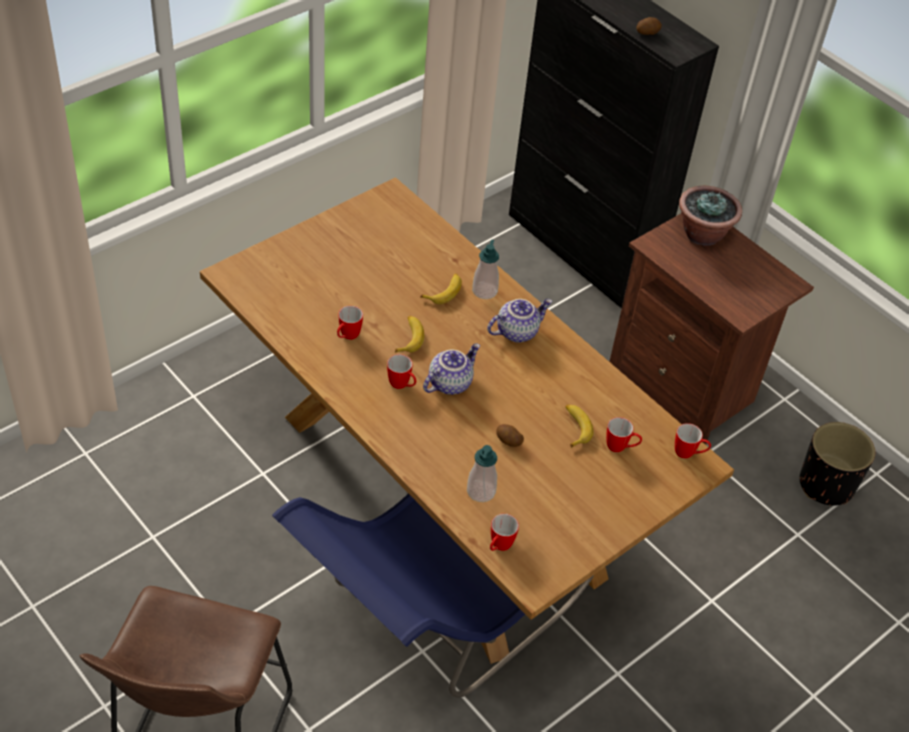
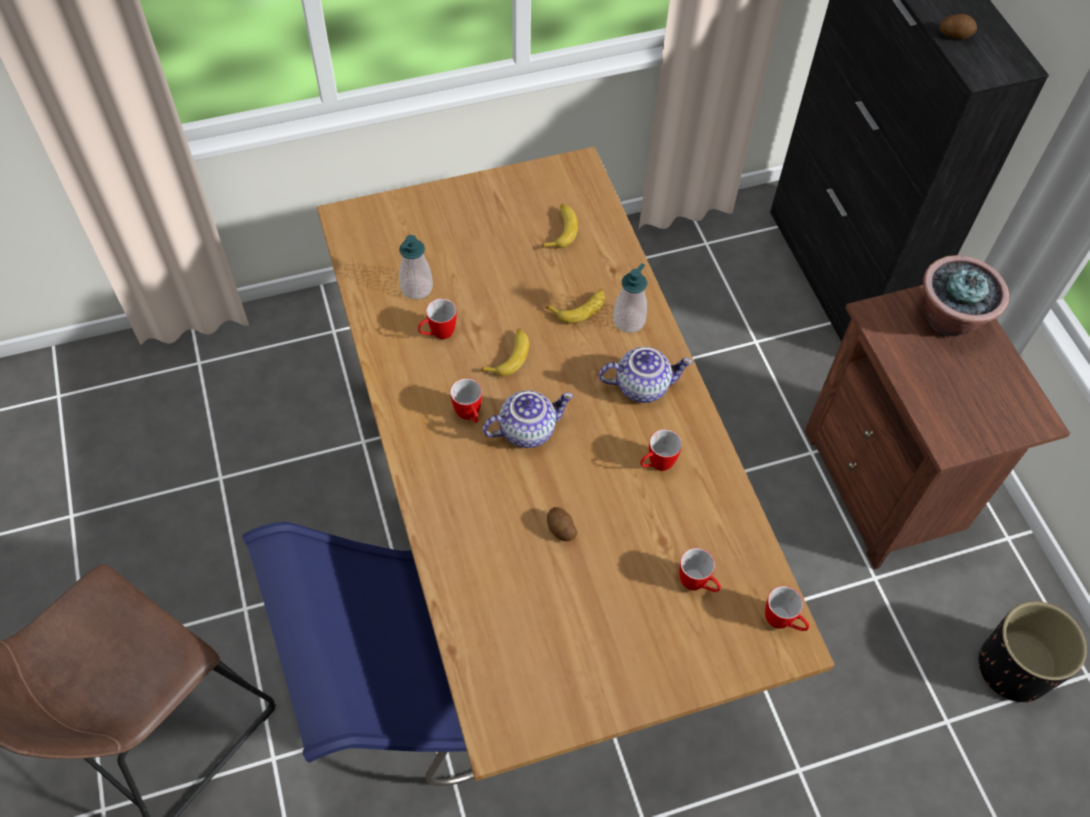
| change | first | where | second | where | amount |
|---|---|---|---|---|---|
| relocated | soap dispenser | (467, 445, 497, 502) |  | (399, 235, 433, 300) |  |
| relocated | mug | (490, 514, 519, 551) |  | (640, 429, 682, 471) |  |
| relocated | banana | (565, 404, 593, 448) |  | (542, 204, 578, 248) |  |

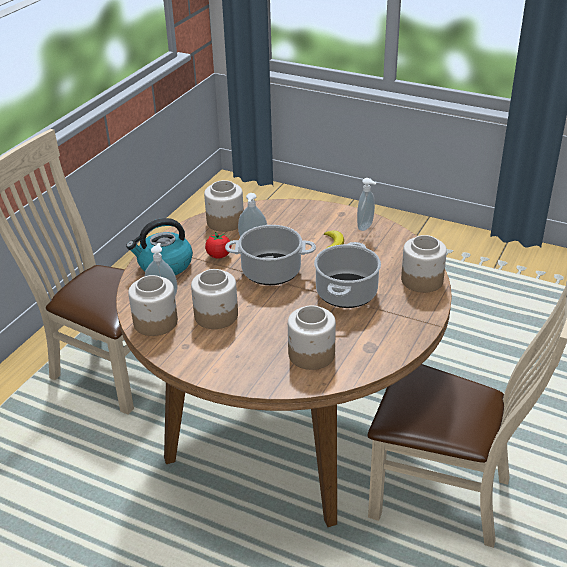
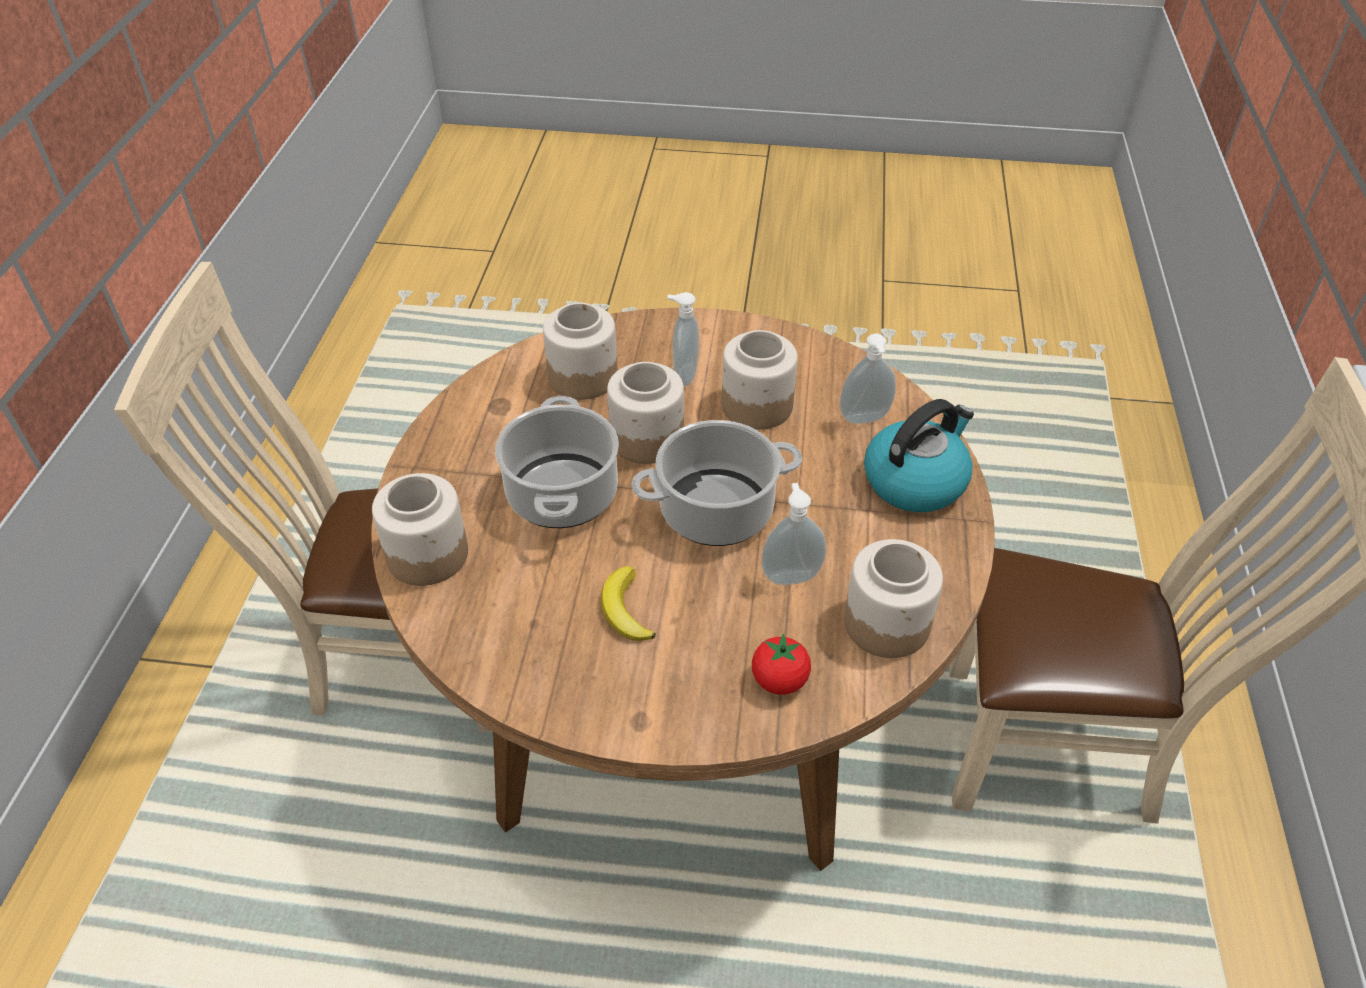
| change | first | where | second | where | amount |
|---|---|---|---|---|---|
| relocated | jar | (128, 275, 178, 336) |  | (607, 362, 684, 464) |  |
| relocated | tomato | (205, 232, 231, 259) |  | (752, 634, 811, 695) |  |
| relocated | soap dispenser | (357, 178, 376, 231) |  | (667, 292, 699, 387) |  |

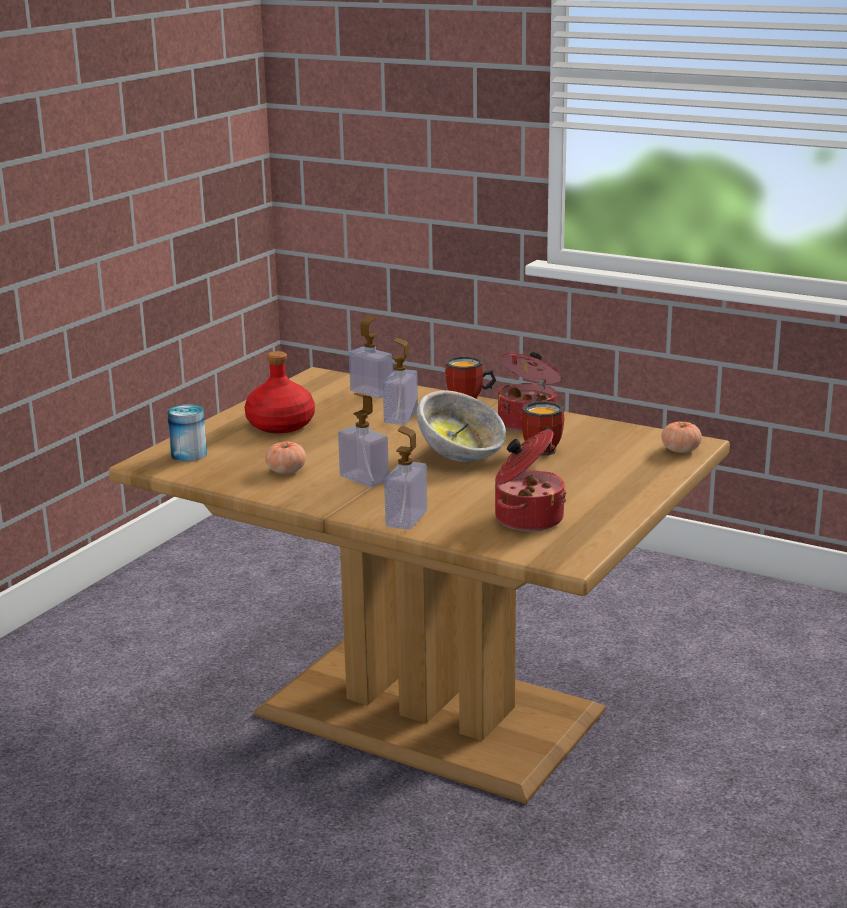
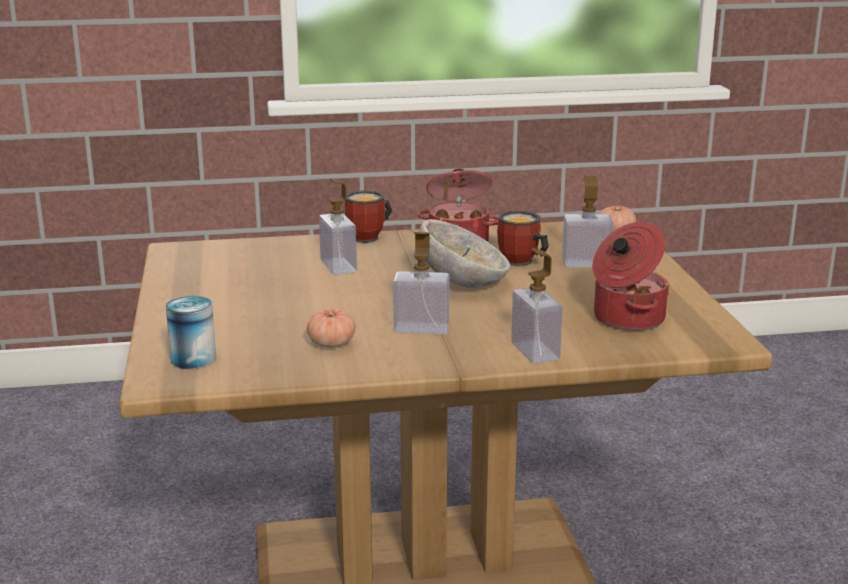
| change | first | where | second | where | amount |
|---|---|---|---|---|---|
| missing | red bottle | (245, 351, 315, 433) |  |  |  |
| relocated | soap dispenser | (349, 316, 393, 398) |  | (562, 176, 614, 268) |  |

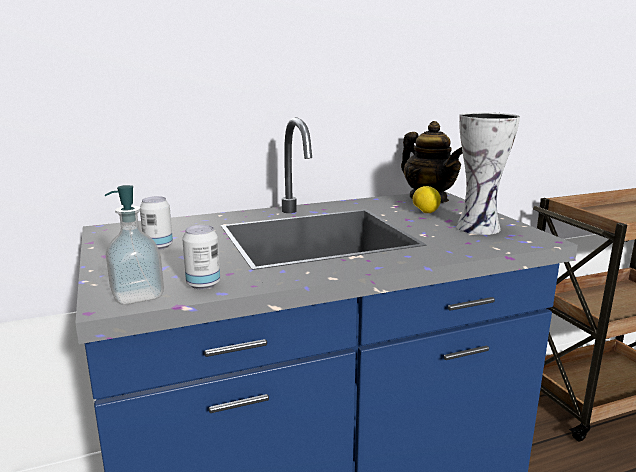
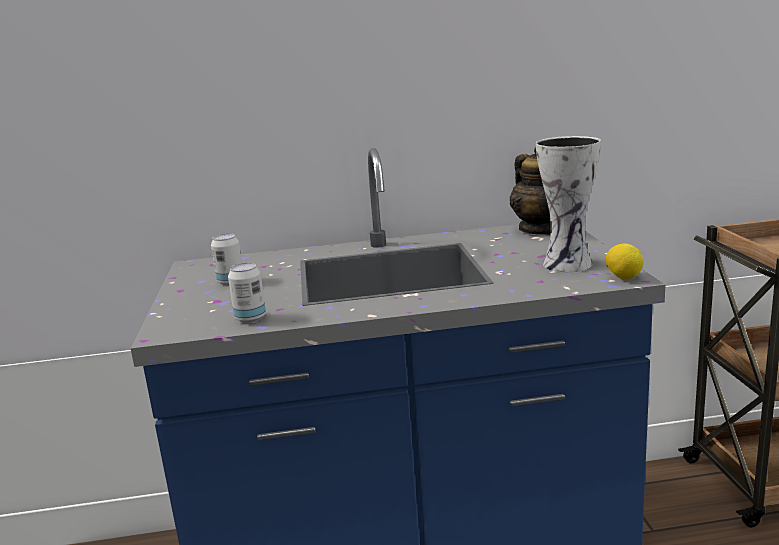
| change | first | where | second | where | amount |
|---|---|---|---|---|---|
| missing | soap dispenser | (105, 185, 164, 305) |  |  |  |
| relocated | lemon | (412, 186, 441, 213) |  | (606, 243, 644, 279) |  |

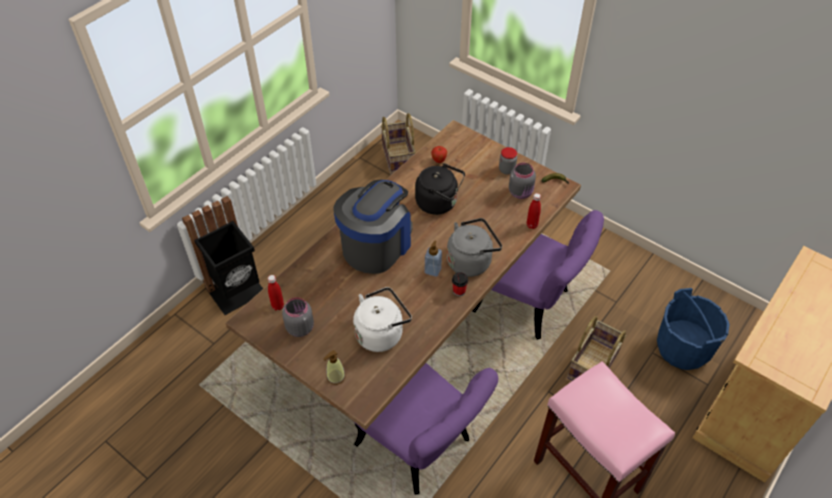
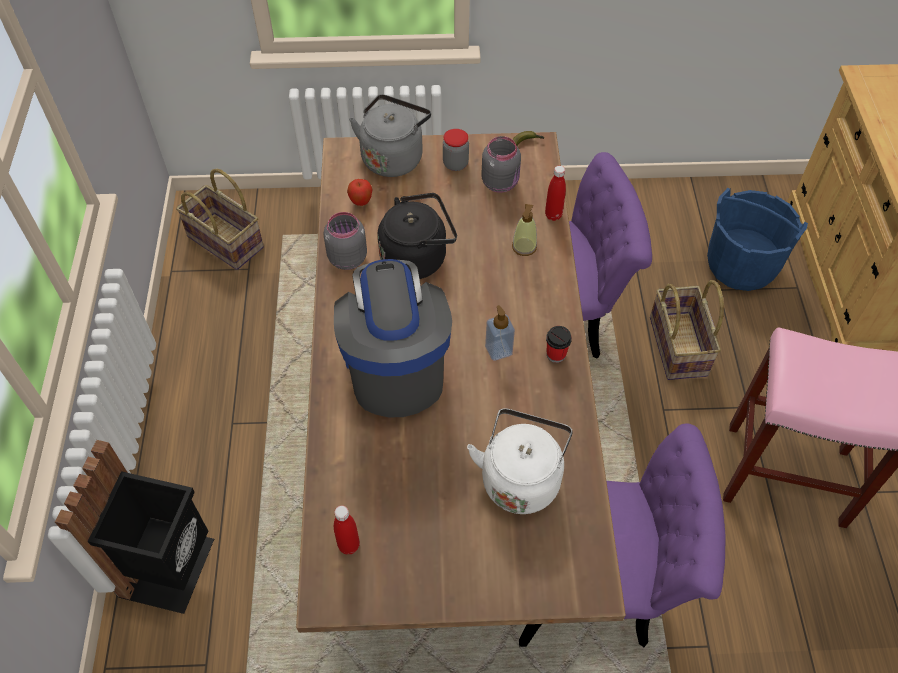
| change | first | where | second | where | amount |
|---|---|---|---|---|---|
| relocated | grey jar | (282, 297, 314, 337) |  | (323, 212, 367, 270) |  |
| relocated | soap dispenser | (324, 350, 345, 385) |  | (512, 204, 537, 256) |  |
| relocated | grey kettle | (447, 218, 502, 277) |  | (349, 94, 431, 177) |  |

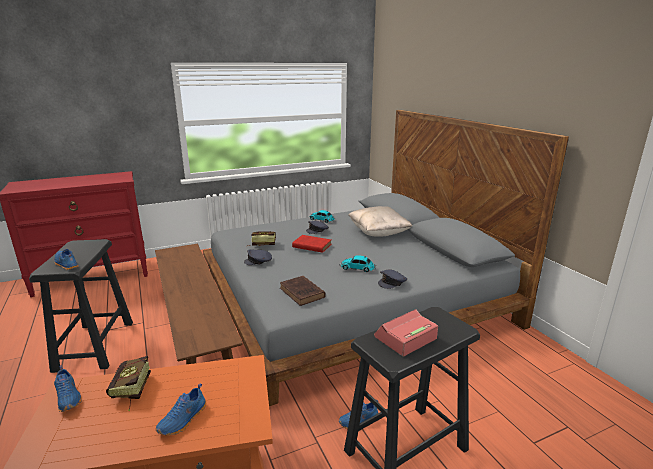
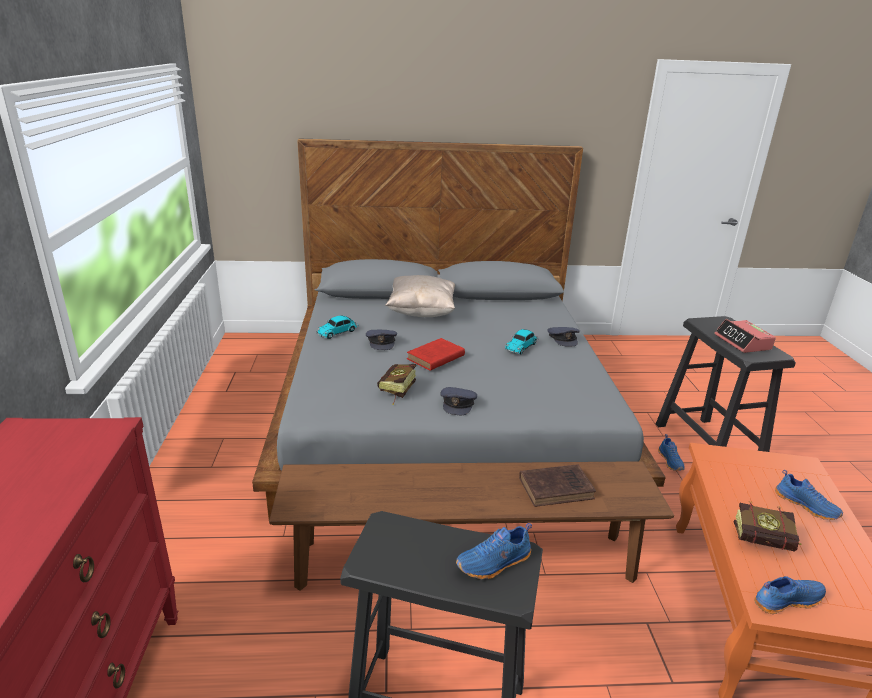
| change | first | where | second | where | amount |
|---|---|---|---|---|---|
| relocated | brown book | (280, 276, 326, 306) |  | (519, 464, 596, 507) |  |

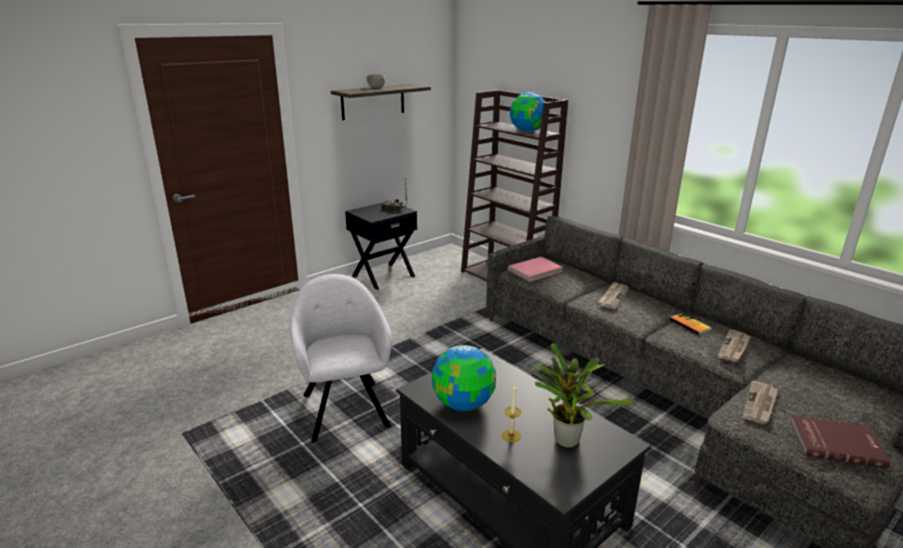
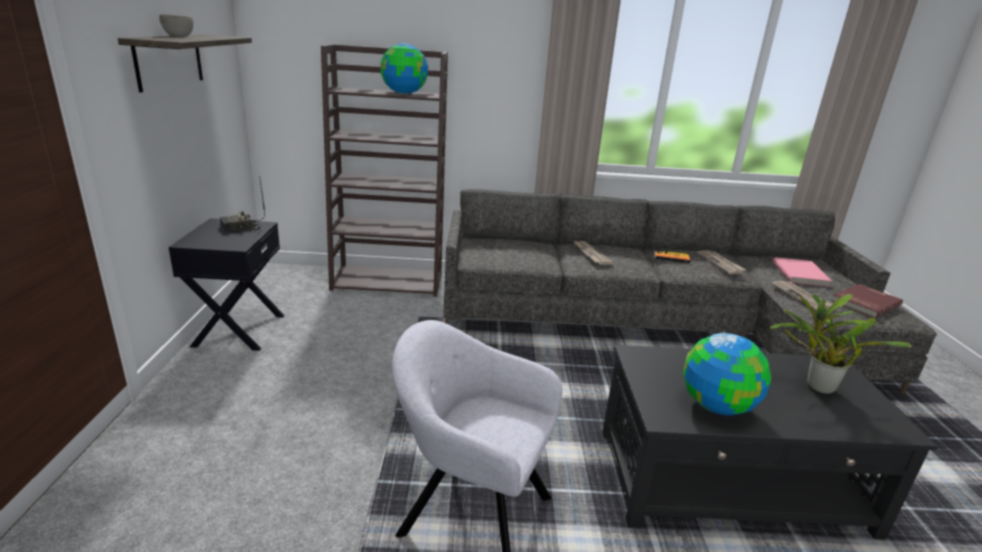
| change | first | where | second | where | amount |
|---|---|---|---|---|---|
| missing | candle | (502, 384, 521, 442) |  |  |  |
| relocated | pink book | (508, 257, 562, 282) |  | (773, 257, 832, 287) |  |

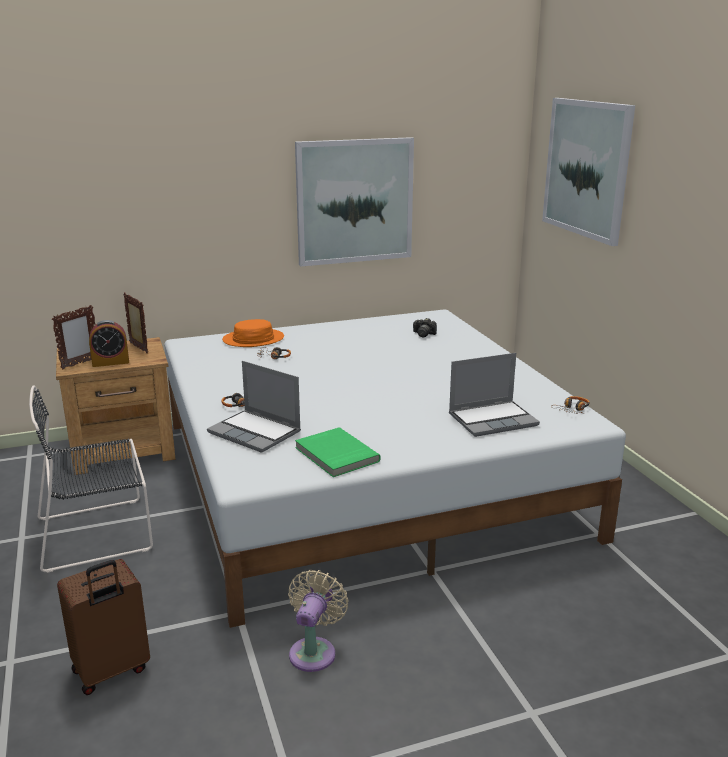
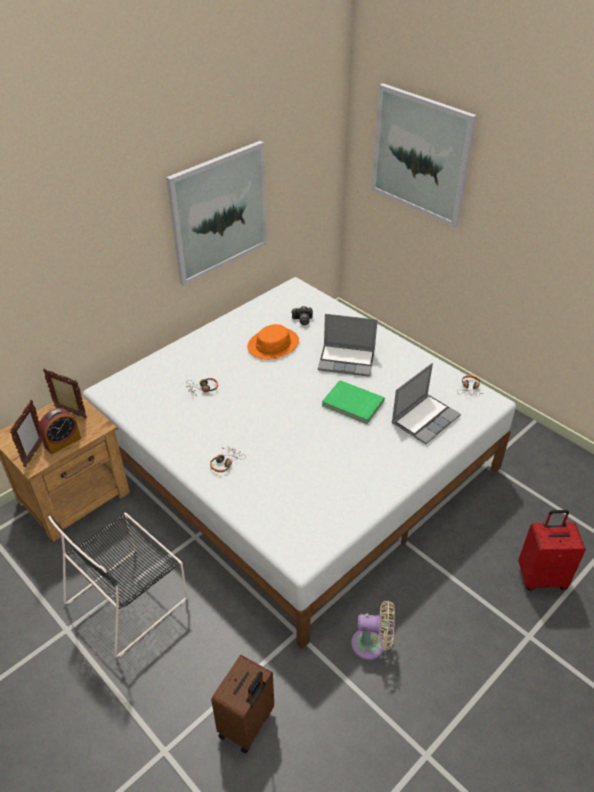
| change | first | where | second | where | amount |
|---|---|---|---|---|---|
| relocated | laptop | (207, 361, 301, 453) |  | (318, 314, 378, 377) |  |
| relocated | orange hat | (222, 319, 284, 347) |  | (247, 324, 299, 360) |  |
| spun | beige fan | (288, 570, 349, 672) |  | (351, 601, 395, 660) | 105 degrees clockwise |
| relocated | green book | (295, 427, 381, 477) |  | (322, 380, 385, 424) |  |
| appeared |  |  | red suitcase | (518, 510, 586, 591) |  |

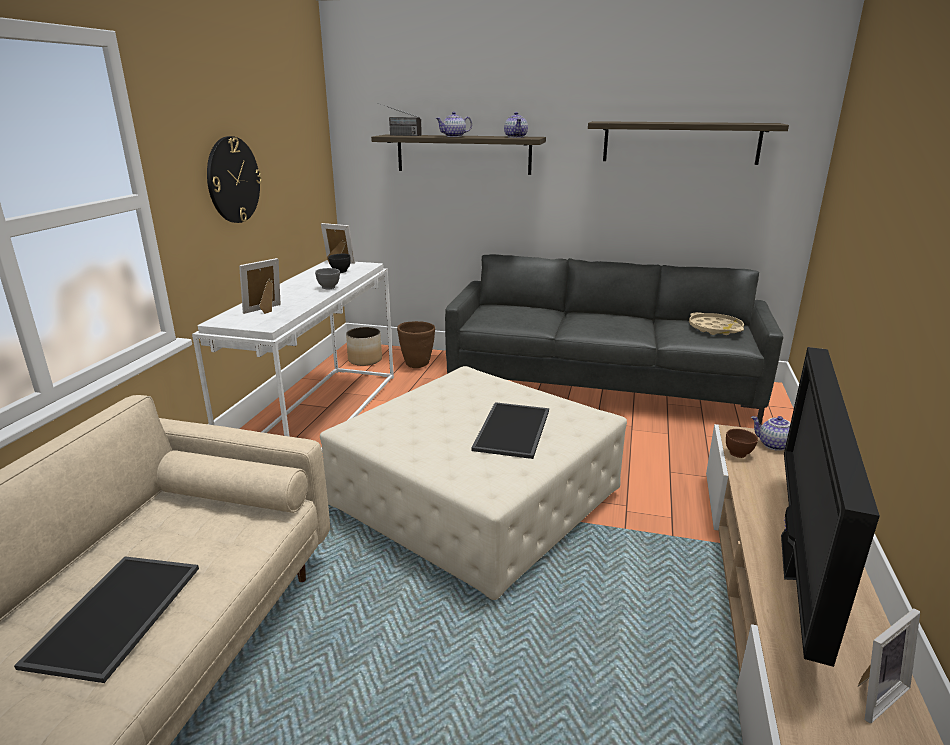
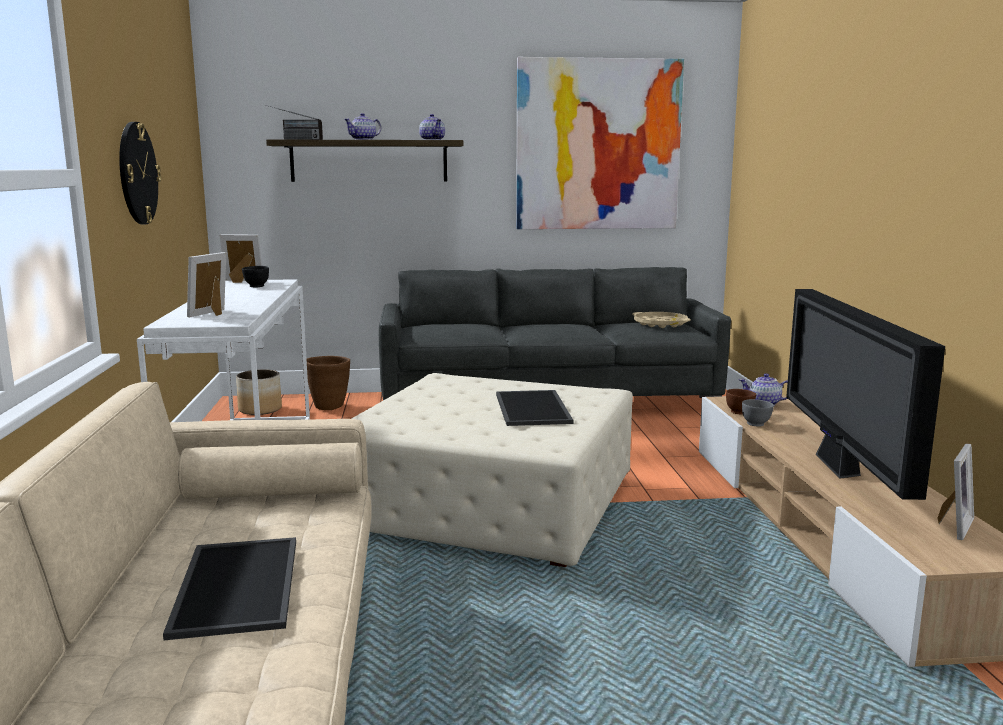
| change | first | where | second | where | amount |
|---|---|---|---|---|---|
| relocated | grey bowl | (315, 268, 340, 289) |  | (742, 399, 774, 427) |  |
| exchanged | shelf | (588, 121, 789, 165) | picture | (516, 57, 684, 229) |  |

